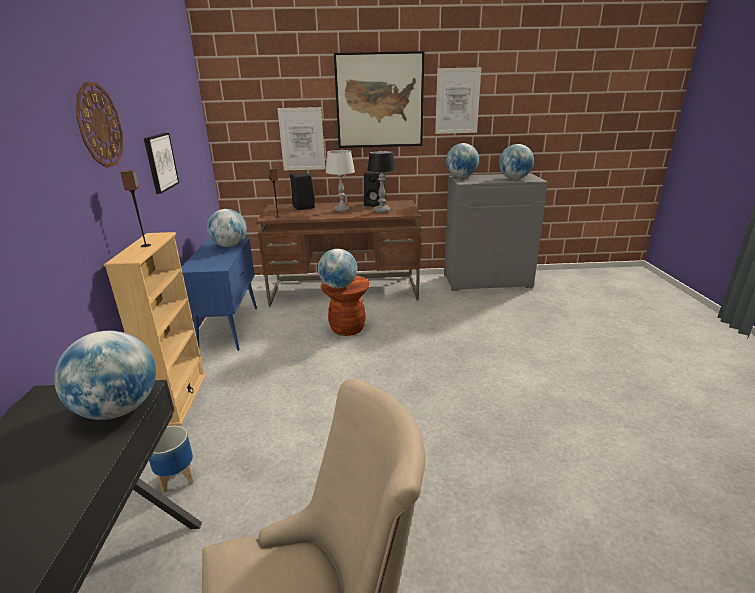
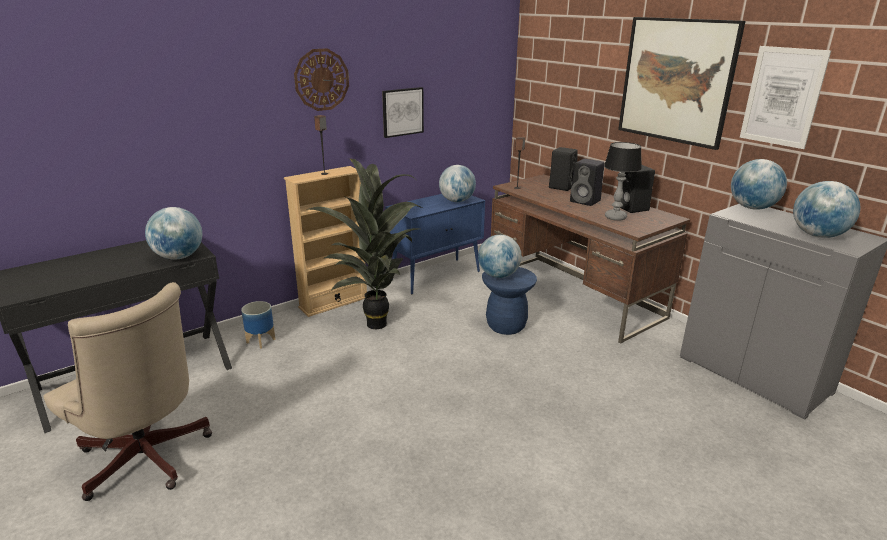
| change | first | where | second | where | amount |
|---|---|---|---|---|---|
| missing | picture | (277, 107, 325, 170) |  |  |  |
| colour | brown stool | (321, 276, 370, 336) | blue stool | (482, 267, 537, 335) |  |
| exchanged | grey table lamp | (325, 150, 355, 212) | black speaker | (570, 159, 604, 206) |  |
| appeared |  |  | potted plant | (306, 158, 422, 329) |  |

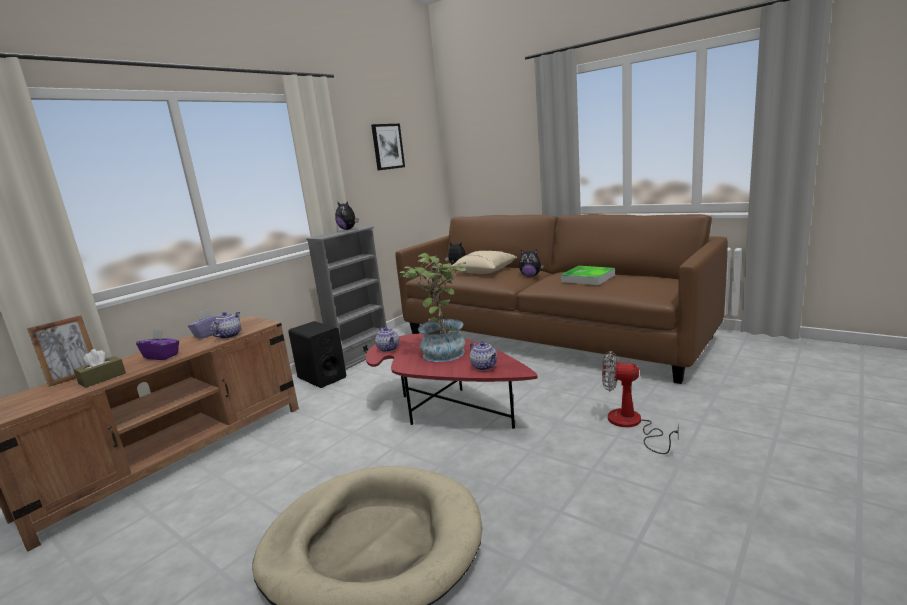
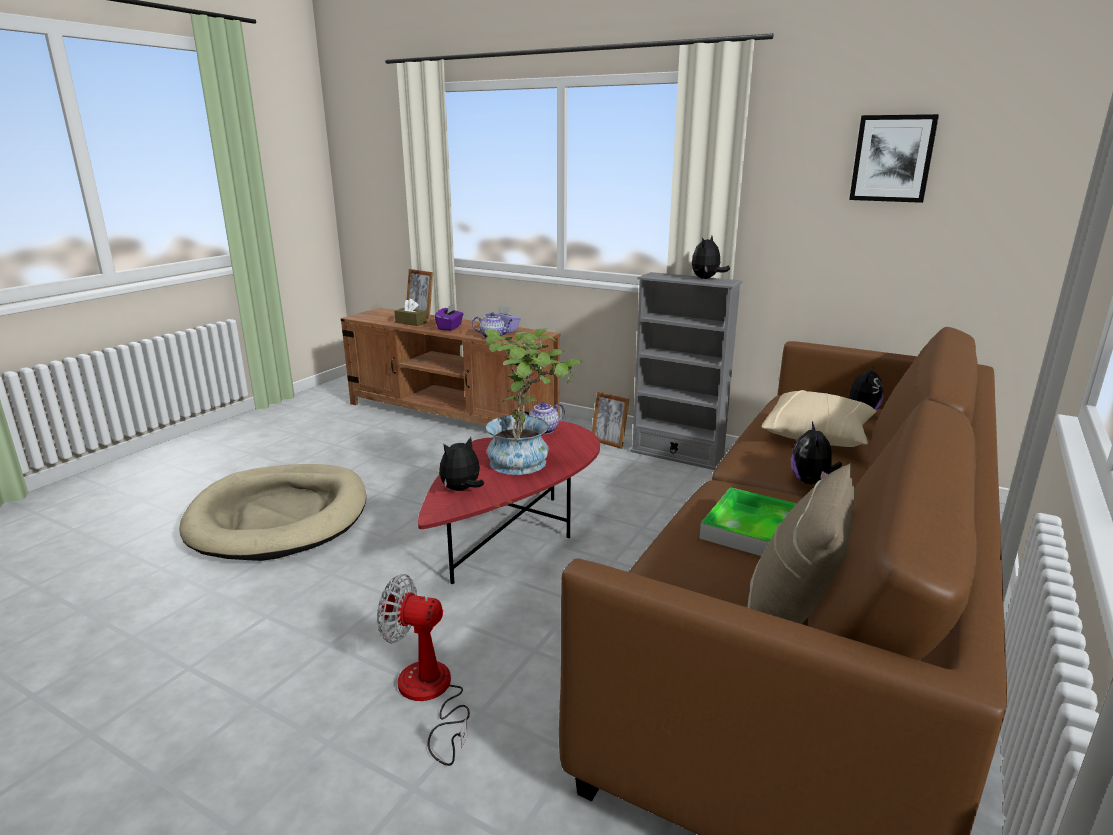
| change | first | where | second | where | amount |
|---|---|---|---|---|---|
| exchanged | black speaker | (288, 321, 346, 388) | picture frame | (592, 391, 629, 449) |  |
| exchanged | teapot | (470, 342, 497, 370) | plush toy | (439, 437, 484, 491) |  |
| spun | fan | (602, 351, 679, 454) |  | (377, 574, 470, 766) | 90 degrees counterclockwise |
| appeared |  |  | beige pillow | (747, 463, 855, 624) |  |

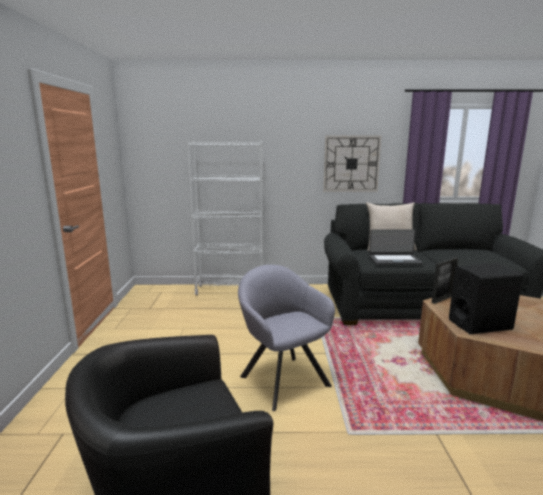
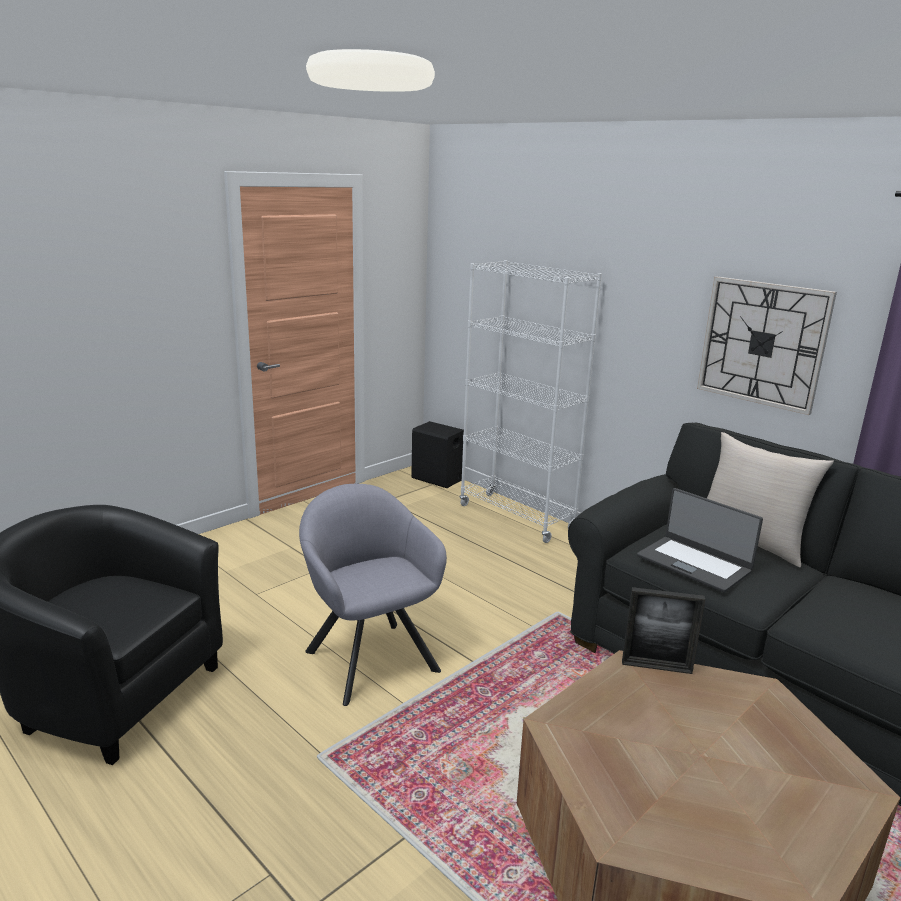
| change | first | where | second | where | amount |
|---|---|---|---|---|---|
| spun | grey armchair | (238, 265, 335, 411) |  | (299, 484, 447, 706) | 45 degrees counterclockwise |
| relocated | black speaker | (449, 263, 523, 334) |  | (411, 421, 464, 488) |  |

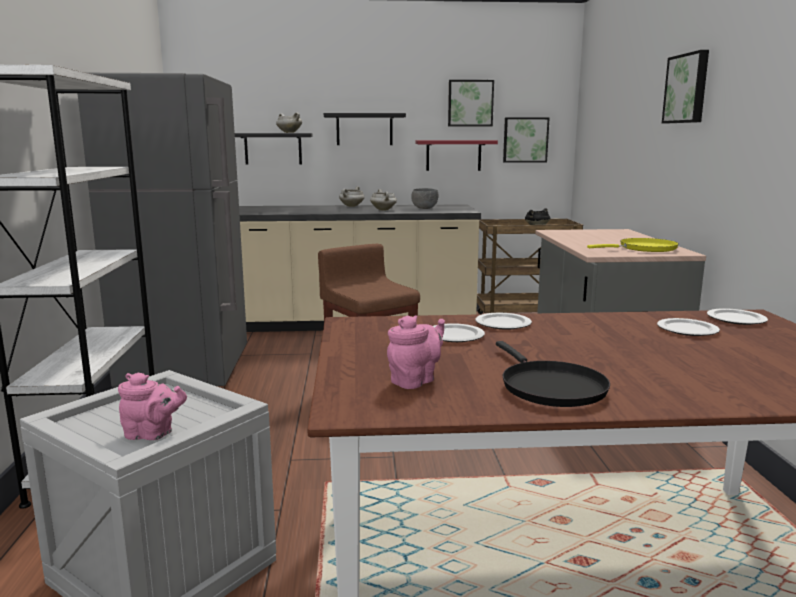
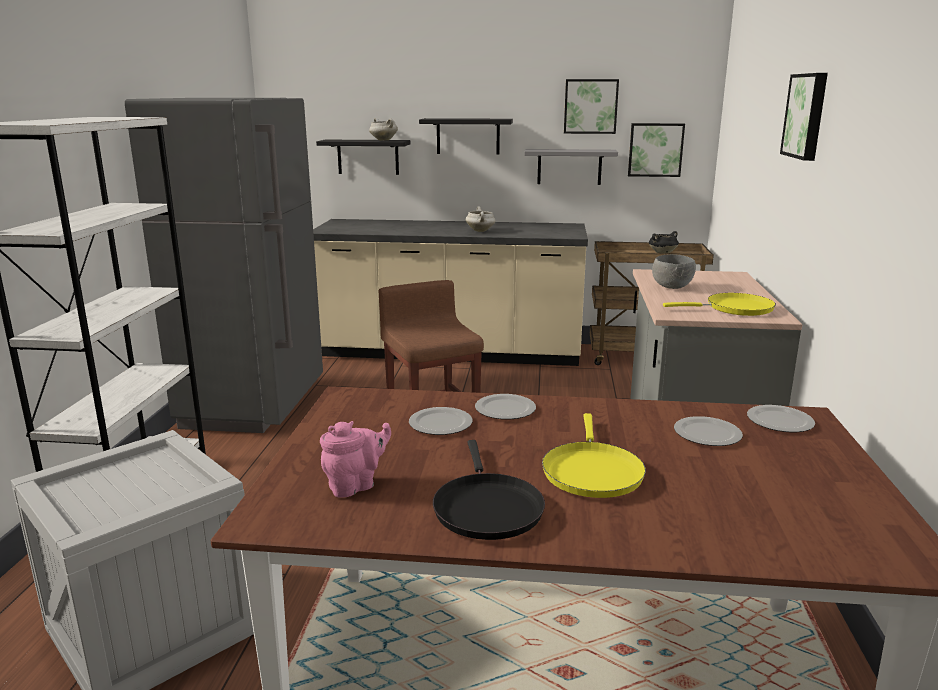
| change | first | where | second | where | amount |
|---|---|---|---|---|---|
| missing | pink teapot | (118, 373, 187, 440) |  |  |  |
| missing | white cooking pot | (339, 186, 364, 207) |  |  |  |
| relocated | grey bowl | (411, 188, 438, 209) |  | (652, 254, 696, 289) |  |
| colour | red shelf | (415, 140, 498, 171) | grey shelf | (524, 149, 618, 185) |  |
| appeared |  |  | yellow frying pan | (542, 413, 646, 498) |  |

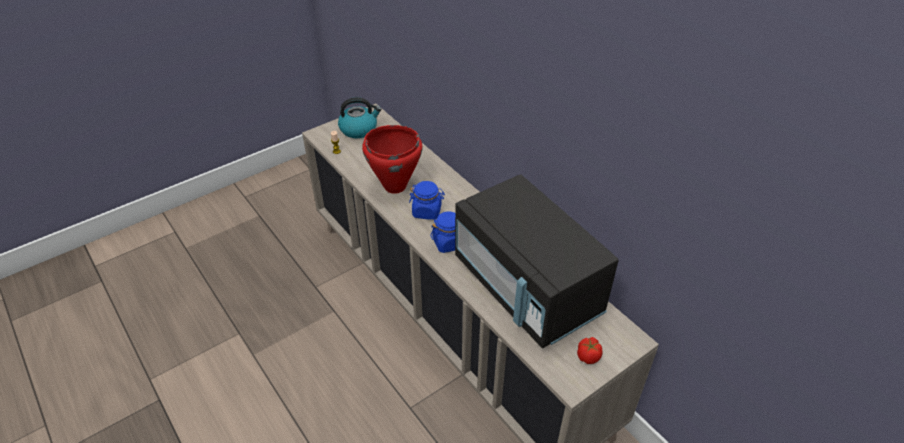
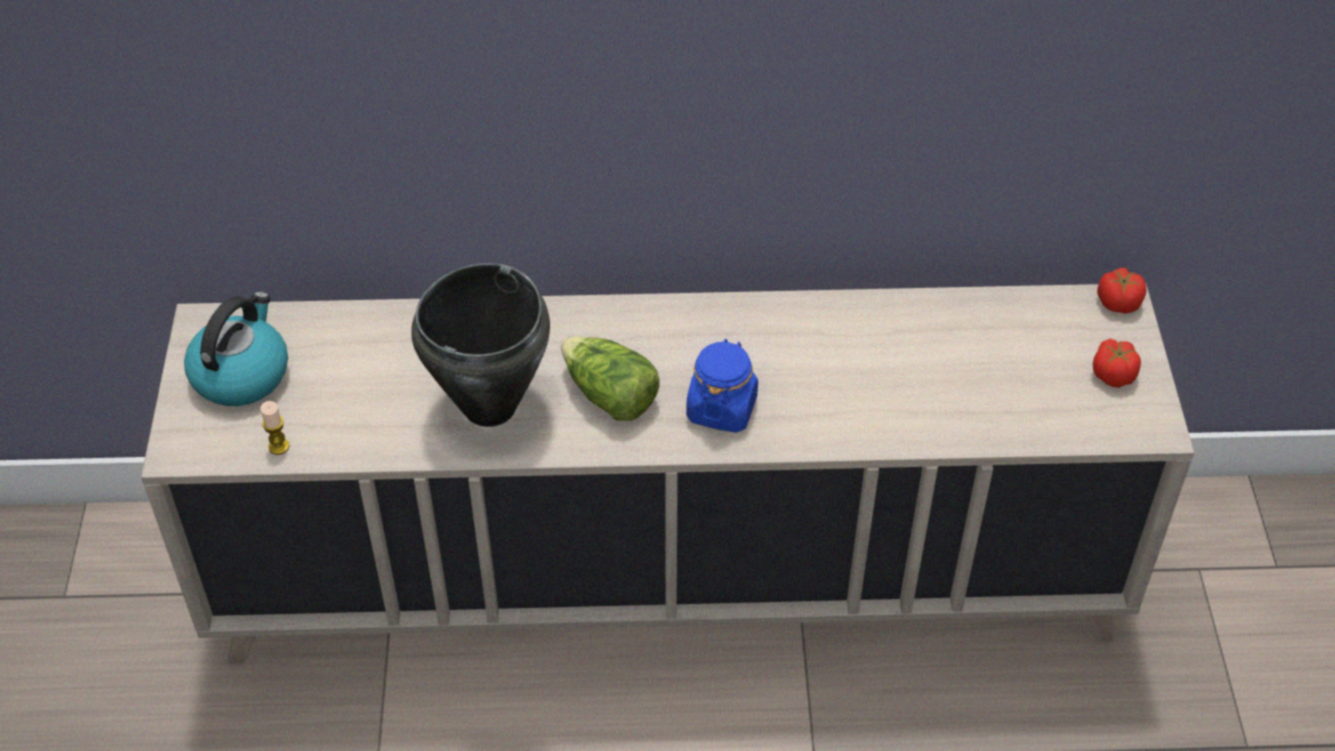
| change | first | where | second | where | amount |
|---|---|---|---|---|---|
| colour | red cooking pot | (362, 125, 423, 194) | black cooking pot | (411, 263, 550, 427) |  |
| exchanged | blue jar | (409, 181, 445, 220) | lettuce | (561, 336, 660, 421) |  |
| missing | black microwave | (455, 174, 619, 348) |  |  |  |
| appeared |  |  | tomato | (1097, 268, 1147, 314) |  |

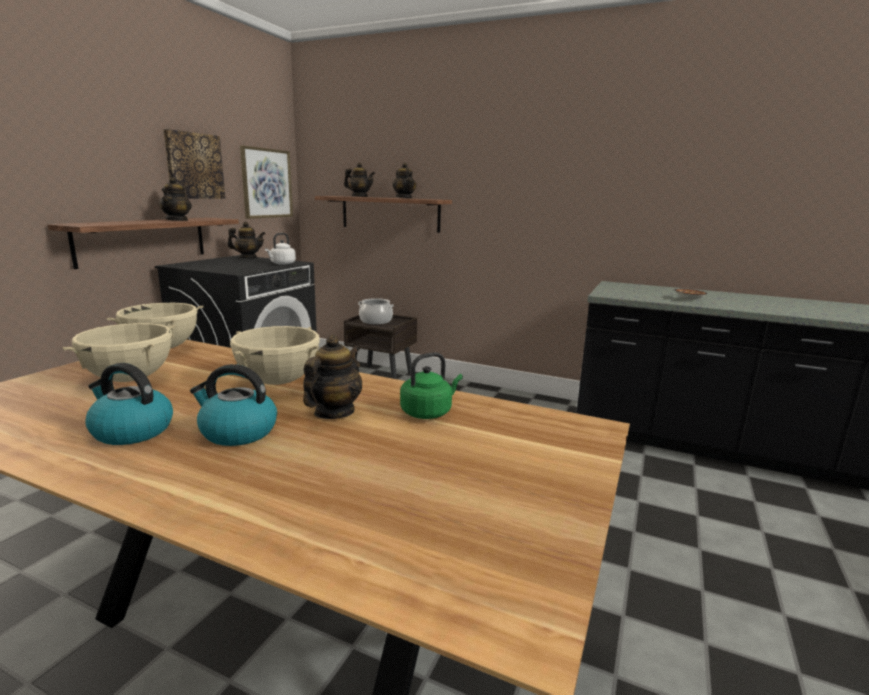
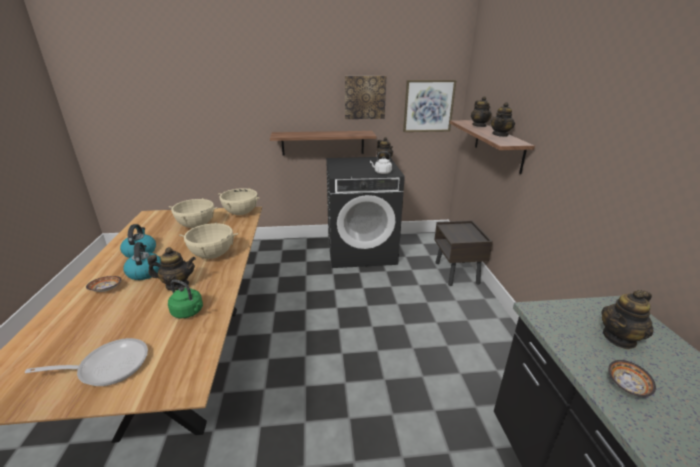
| change | first | where | second | where | amount |
|---|---|---|---|---|---|
| relocated | teapot | (159, 177, 192, 221) |  | (602, 290, 654, 349) |  |
| missing | cooking pot | (358, 298, 394, 324) |  |  |  |
| appeared |  |  | frying pan | (25, 338, 148, 386) |  |
| appeared |  |  | bowl | (86, 276, 122, 292) |  |

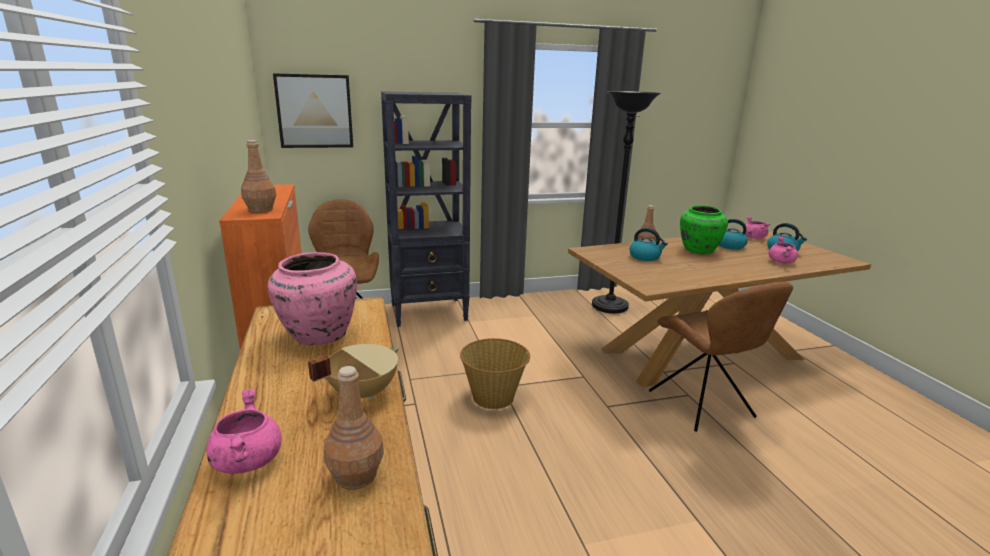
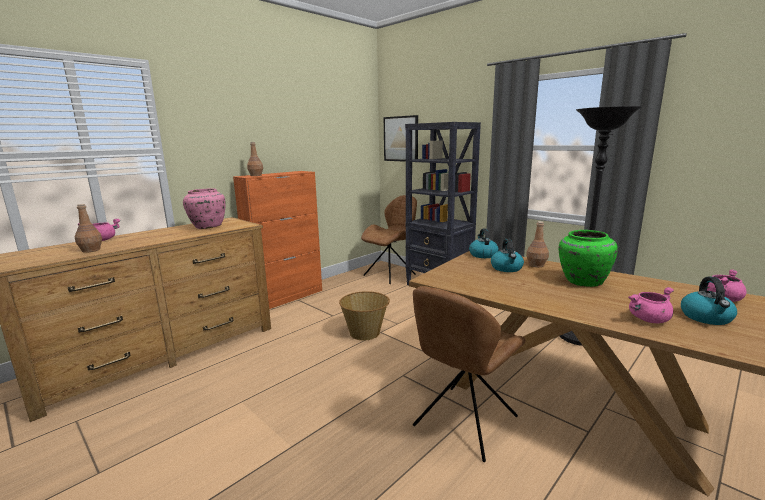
| change | first | where | second | where | amount |
|---|---|---|---|---|---|
| missing | beige cooking pot | (308, 344, 400, 400) |  |  |  |
| relocated | kettle | (719, 219, 748, 250) |  | (469, 228, 499, 258) |  |

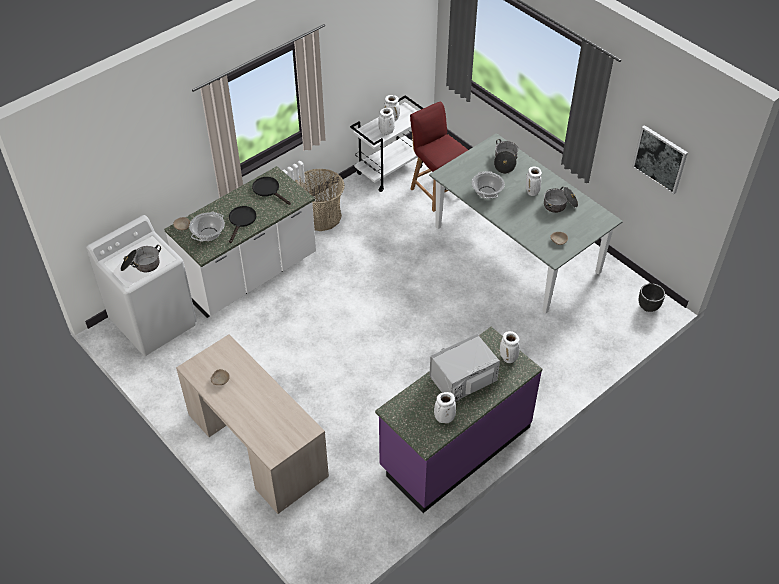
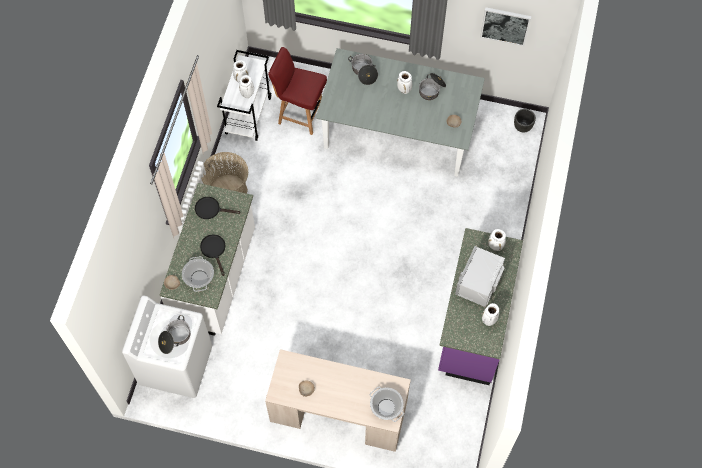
| change | first | where | second | where | amount |
|---|---|---|---|---|---|
| relocated | cooking pot | (471, 171, 505, 199) |  | (370, 387, 404, 422) |  |

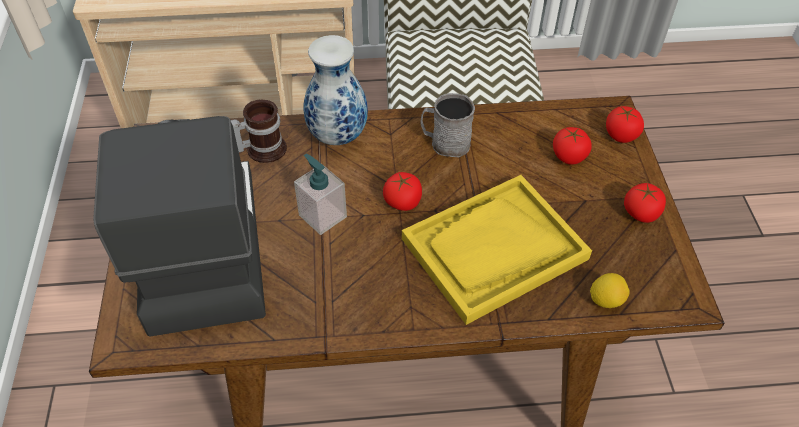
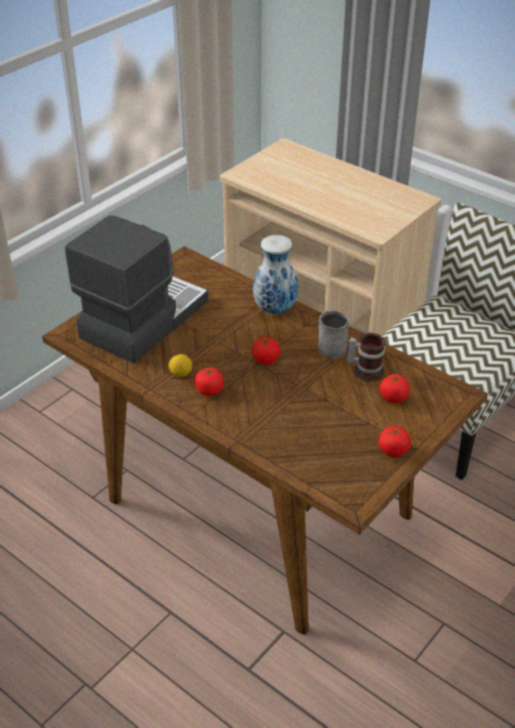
| change | first | where | second | where | amount |
|---|---|---|---|---|---|
| relocated | mug | (231, 100, 287, 163) |  | (347, 333, 385, 382) |  |
| missing | soap dispenser | (294, 154, 347, 235) |  |  |  |
| missing | yellow tray | (402, 175, 592, 325) |  |  |  |
| relocated | lemon | (590, 273, 630, 308) |  | (169, 354, 192, 377) |  |
| relocated | tomato | (606, 106, 644, 143) |  | (195, 367, 224, 396) |  |

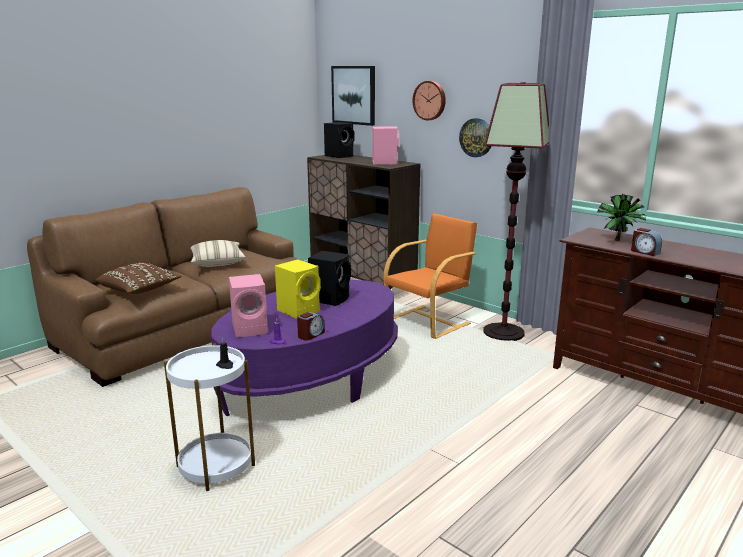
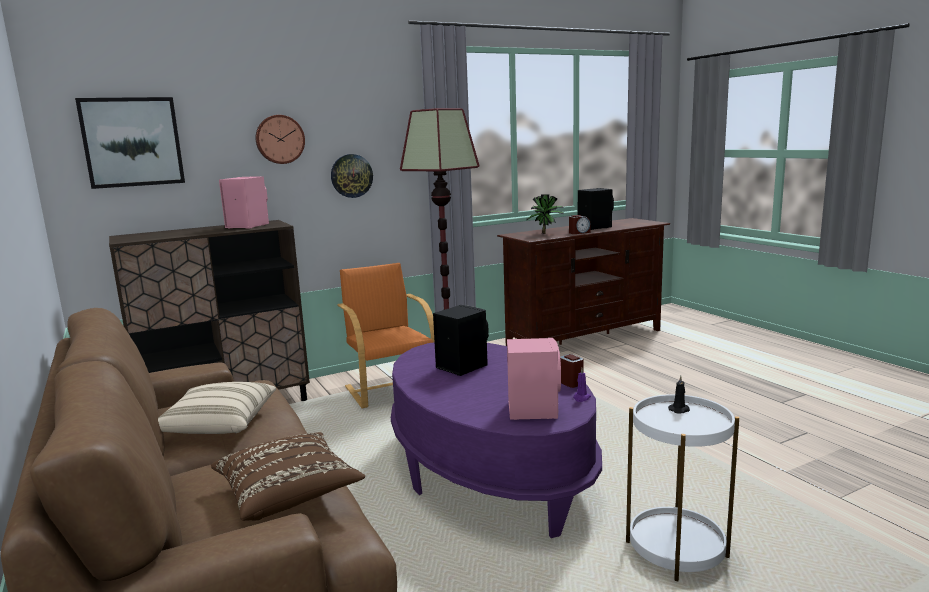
| change | first | where | second | where | amount |
|---|---|---|---|---|---|
| missing | yellow speaker | (275, 259, 321, 319) |  |  |  |
| relocated | black speaker | (324, 122, 355, 158) |  | (578, 188, 614, 230) |  |

